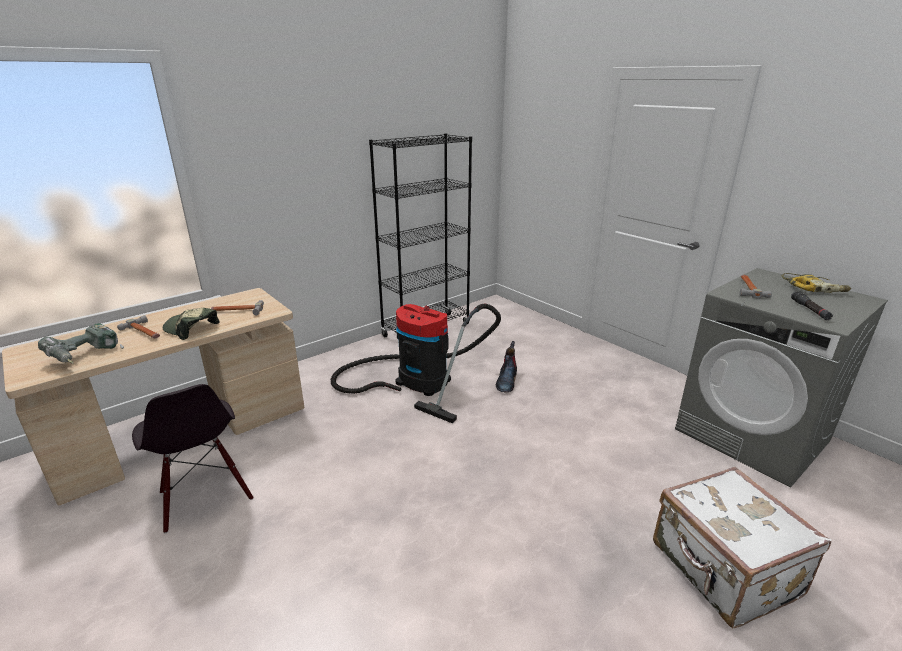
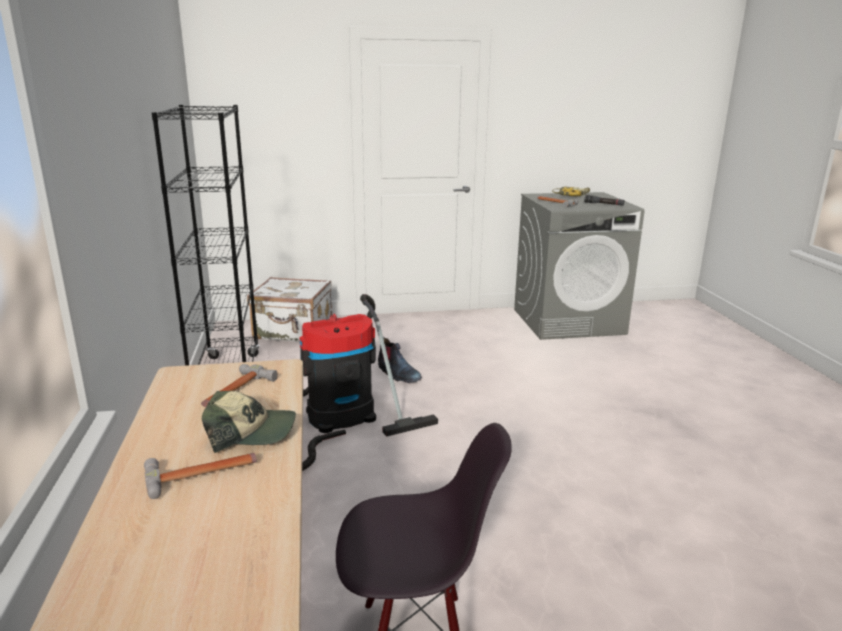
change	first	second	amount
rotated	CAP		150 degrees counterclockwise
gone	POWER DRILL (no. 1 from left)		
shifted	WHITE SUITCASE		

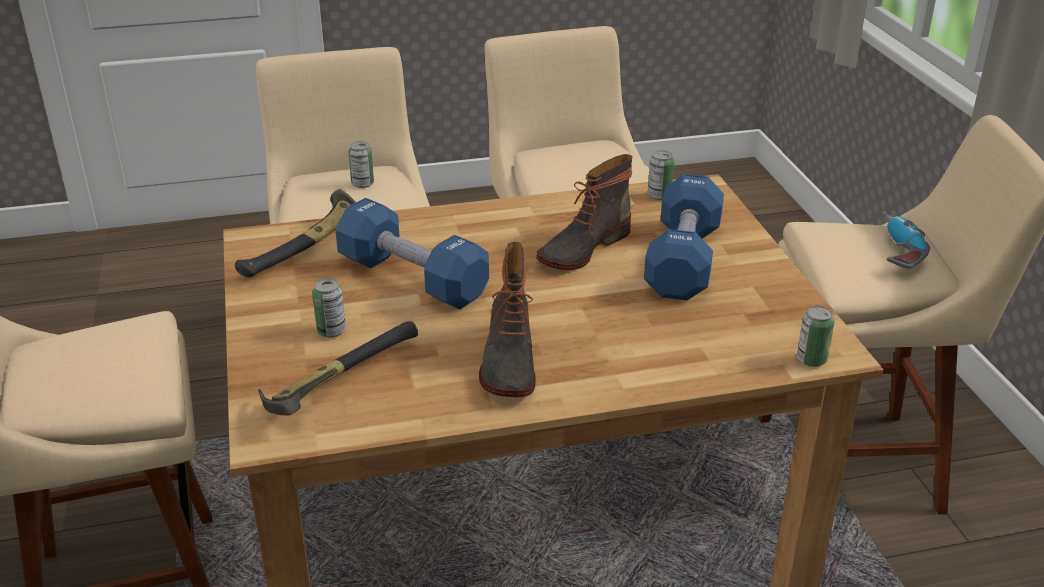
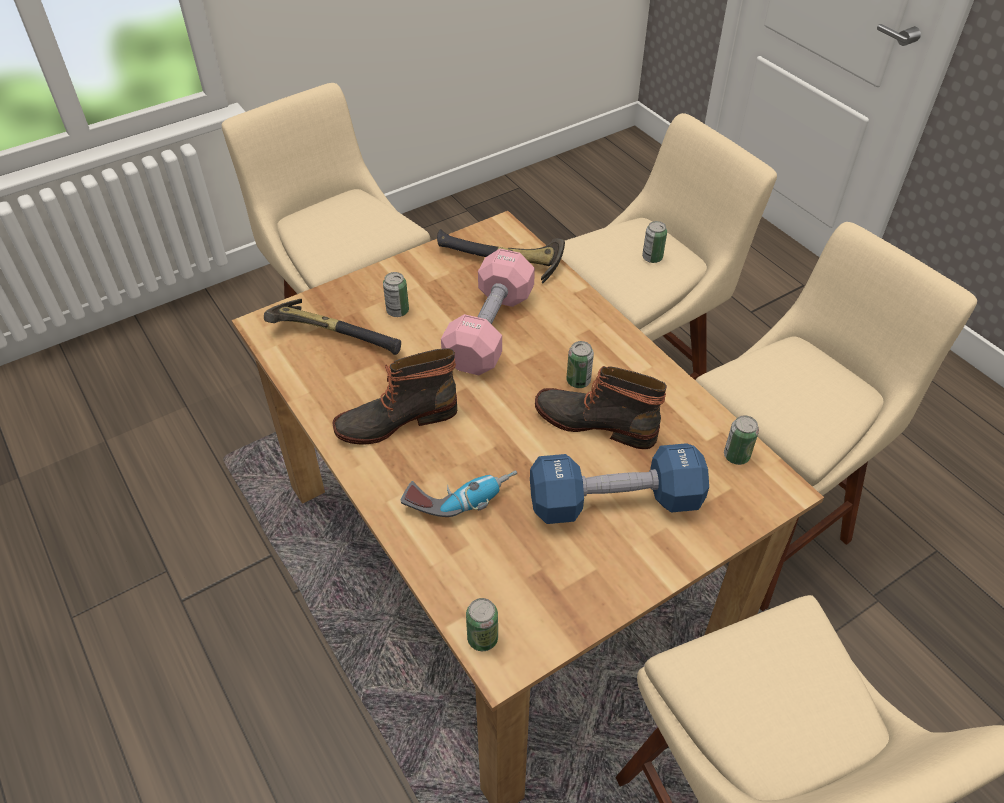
change	first	second	amount
repainted	BLUE DUMBBELL (no. 1 from left)	PINK DUMBBELL	
shifted	POWER DRILL		
new		CAN (no. 3 from left)	

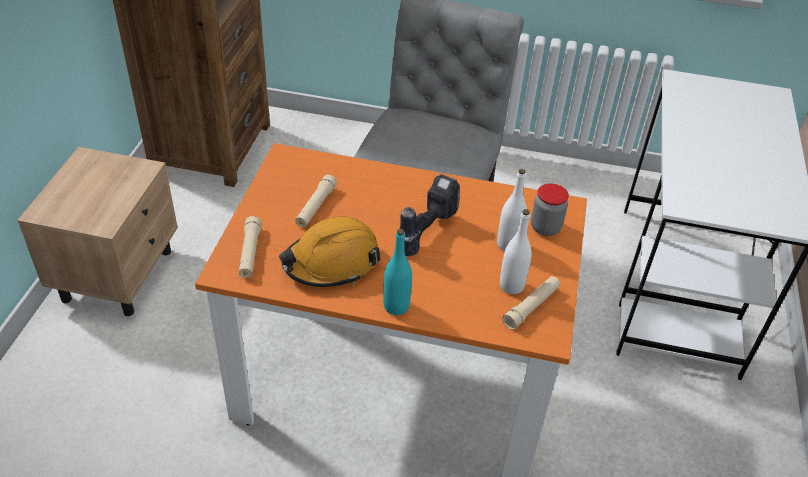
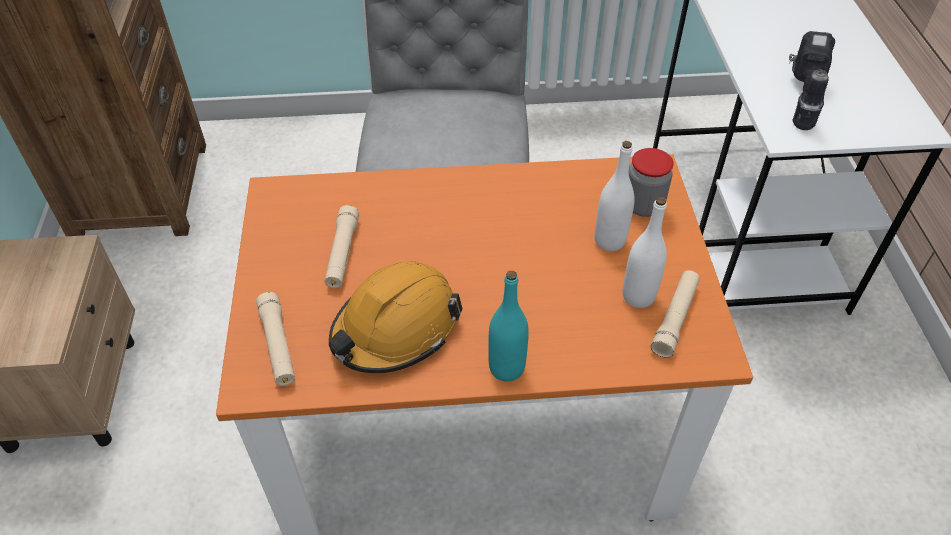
change	first	second	amount
shifted	POWER DRILL		

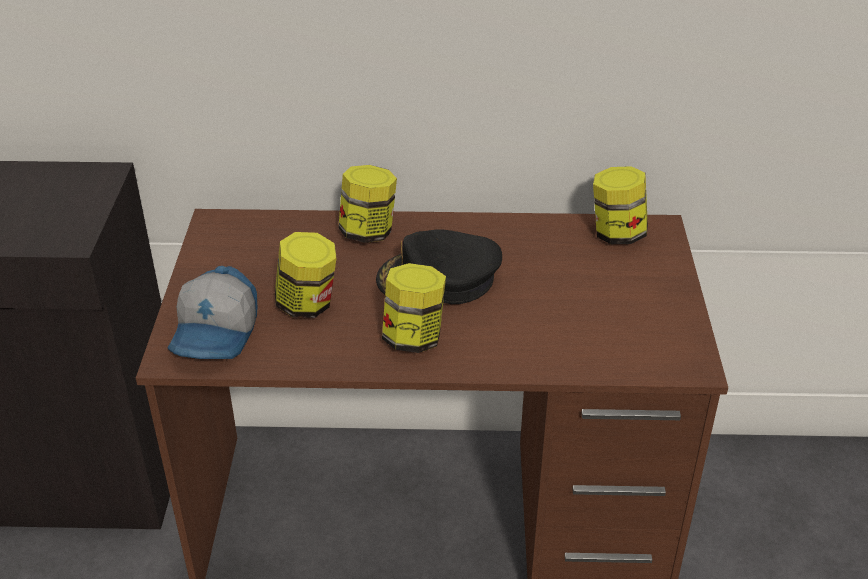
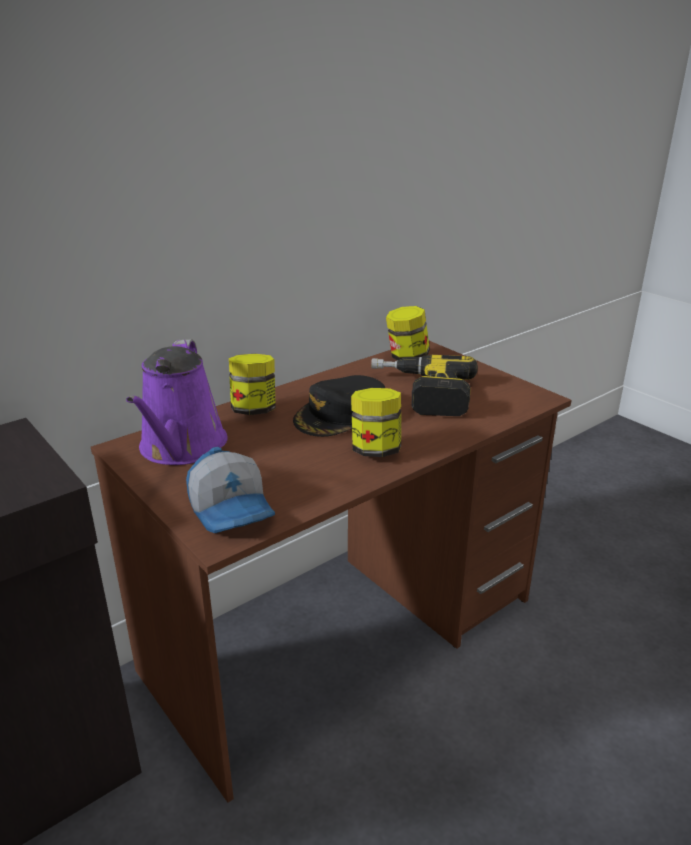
change	first	second	amount
gone	JAR (no. 1 from left)		
new		PURPLE WATERING CAN	
new		POWER DRILL	

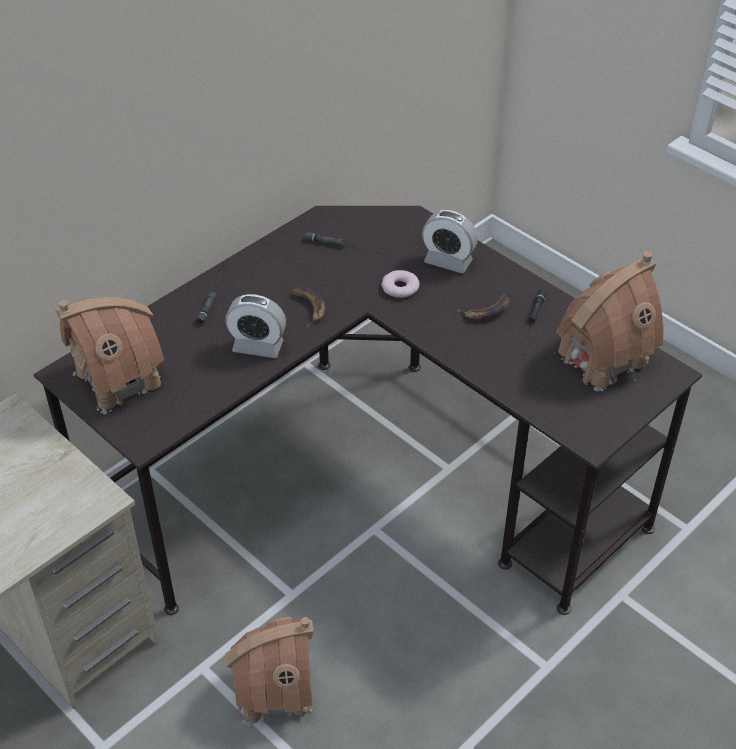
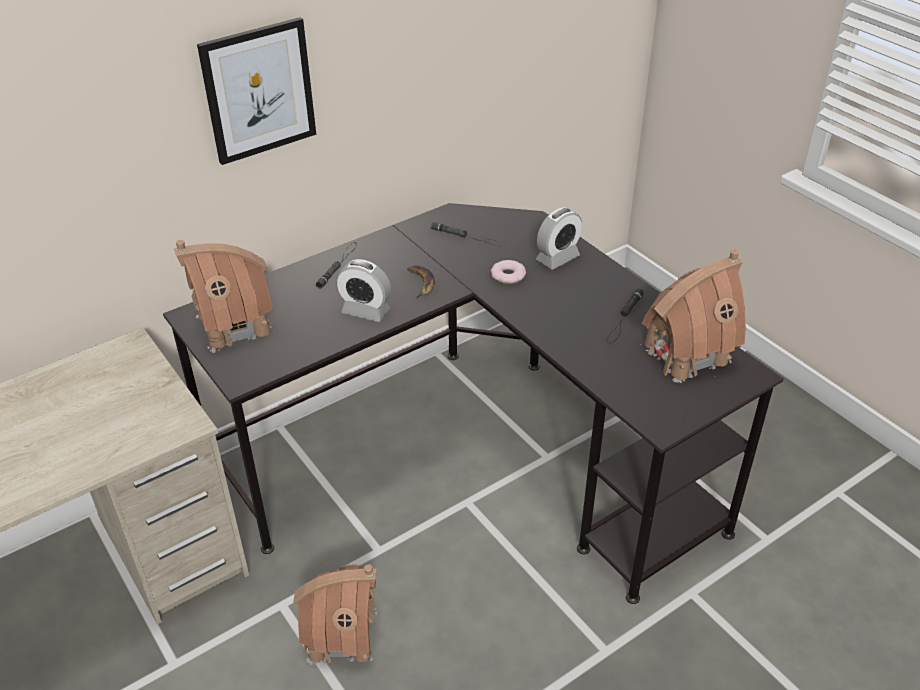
change	first	second	amount
rotated	ALARM CLOCK (no. 2 from left)		75 degrees counterclockwise
gone	BANANA (no. 2 from left)		
new		PICTURE	

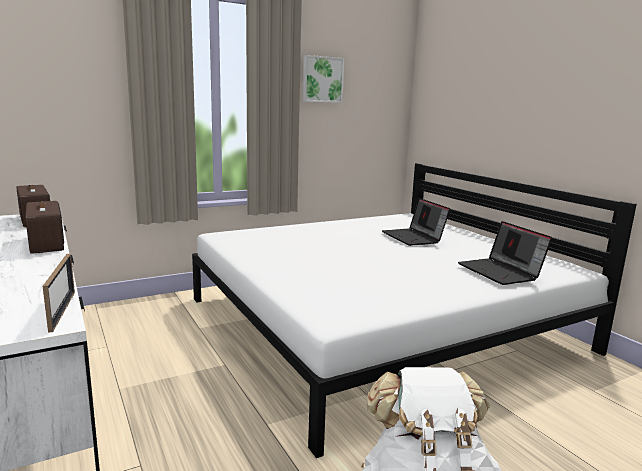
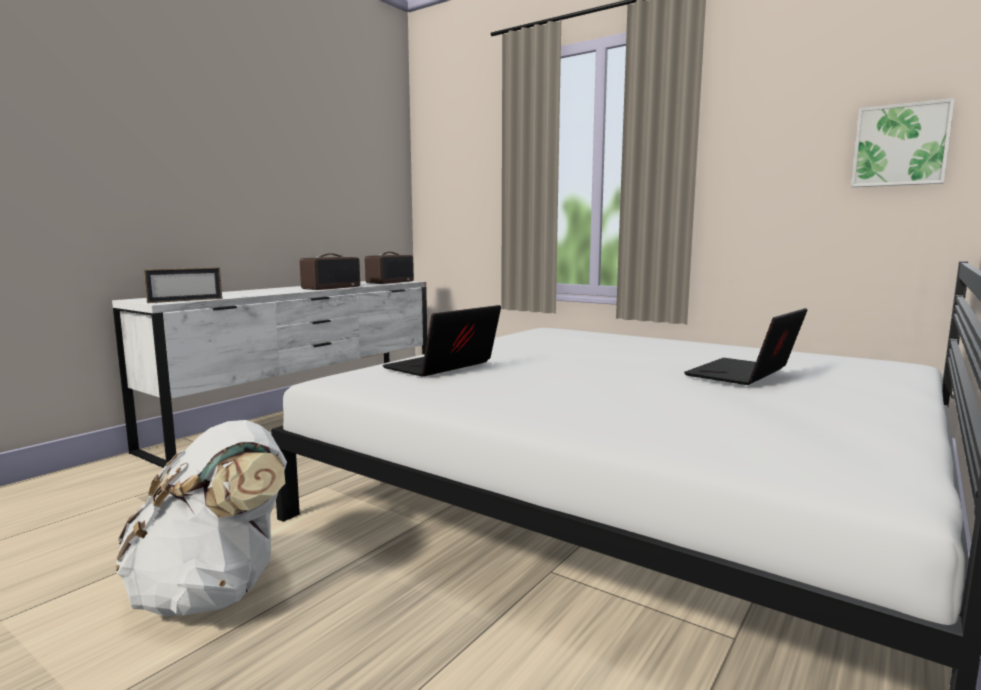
change	first	second	amount
shifted	PICTURE		
shifted	LAPTOP (no. 2 from left in the first image)	LAPTOP (no. 1 from left)	

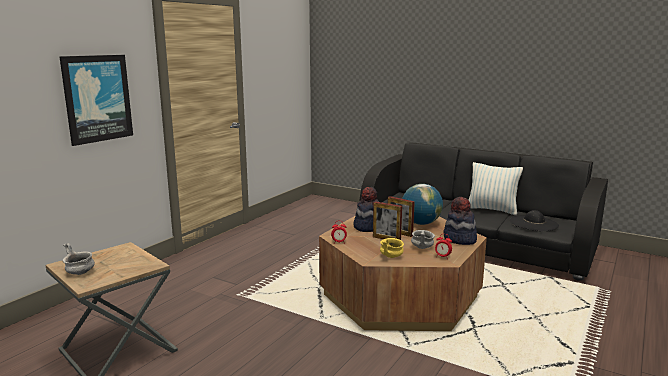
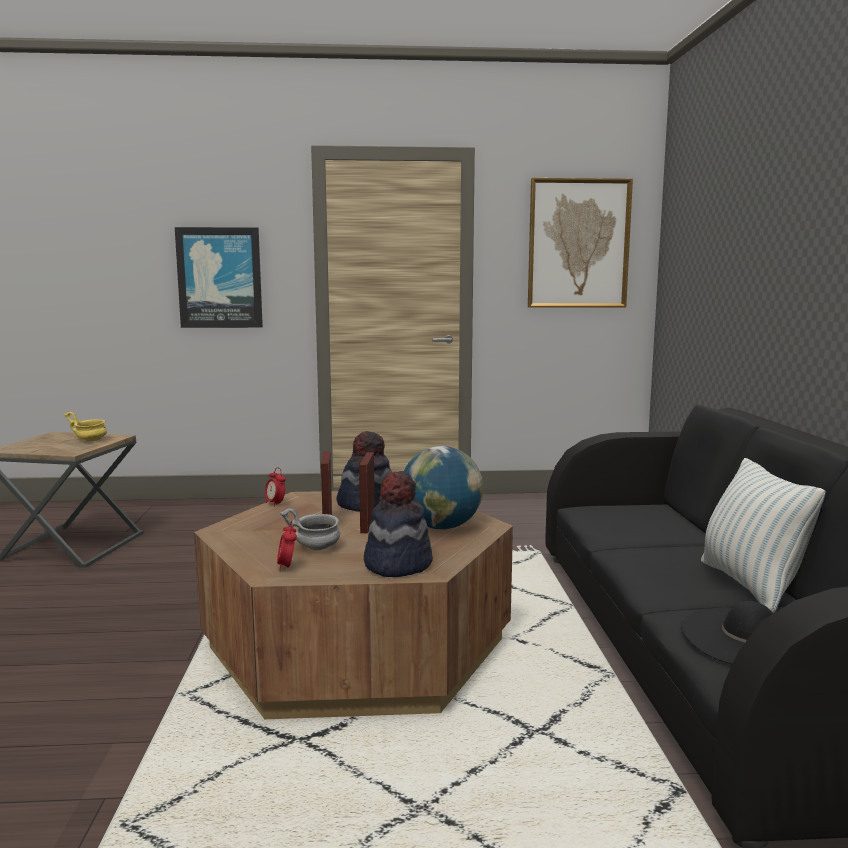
change	first	second	amount
shifted	YELLOW BOWL		
gone	GREY BOWL (no. 1 from left)		
new		PICTURE (no. 2 from left)	

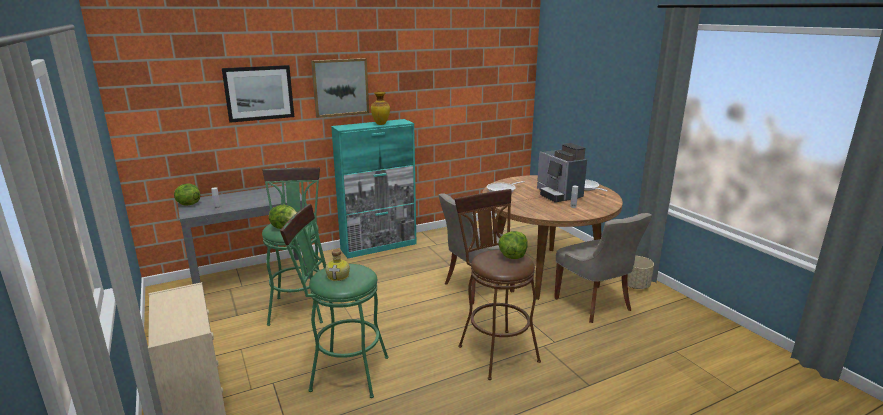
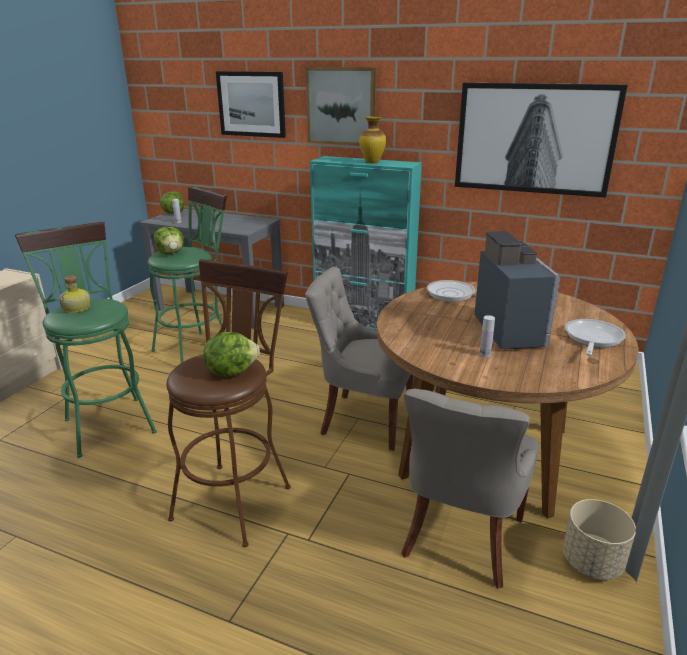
change	first	second	amount
rotated	COFFEE MACHINE		150 degrees clockwise
new		PICTURE (no. 3 from left)	

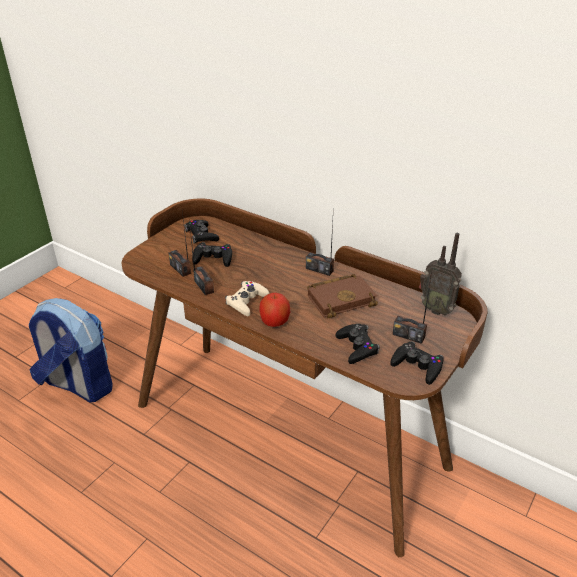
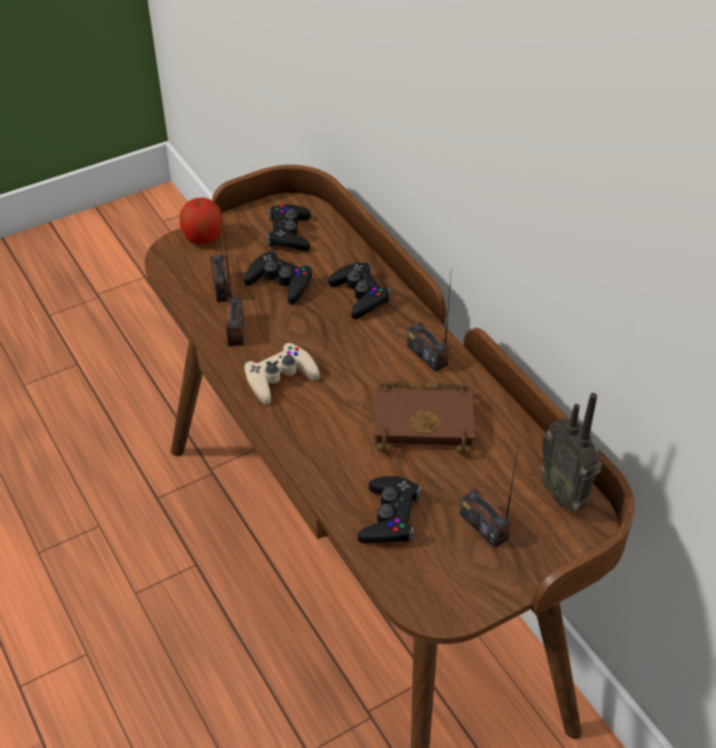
change	first	second	amount
shifted	APPLE		
gone	BACKPACK		
shifted	BLACK GAME CONTROLLER (no. 4 from left in the first image)	BLACK GAME CONTROLLER (no. 3 from left)	

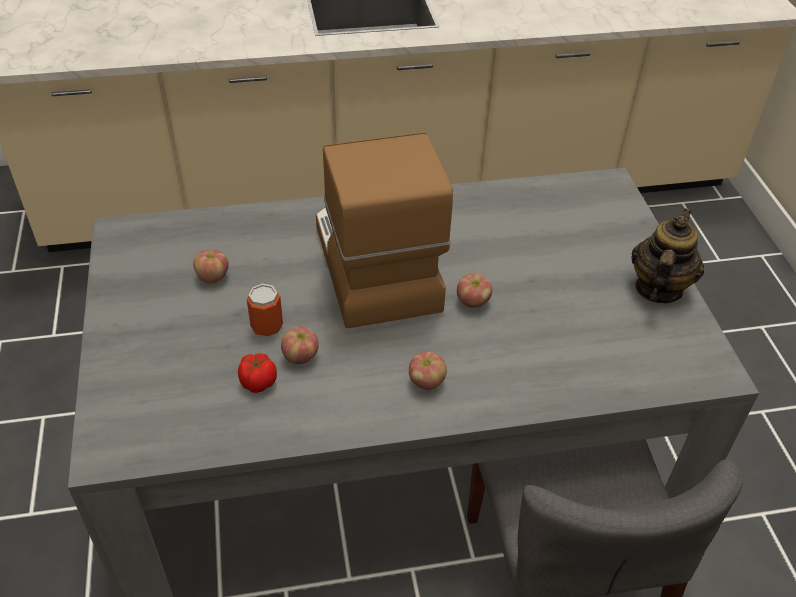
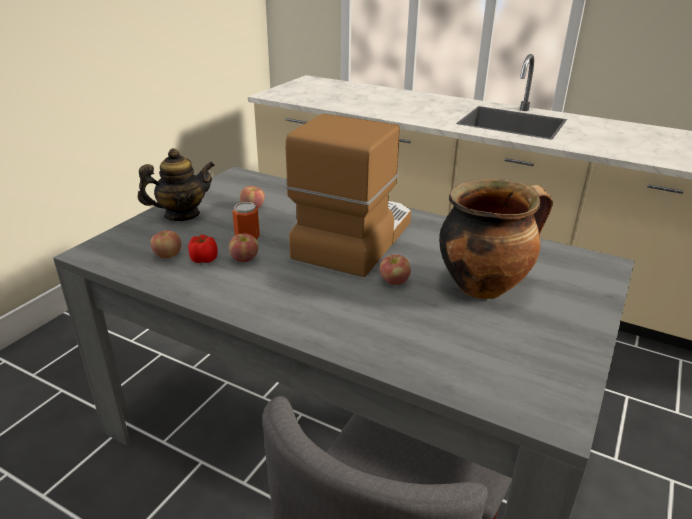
change	first	second	amount
shifted	TEAPOT		
shifted	APPLE (no. 3 from left in the first image)	APPLE (no. 1 from left)	
new		COOKING POT	

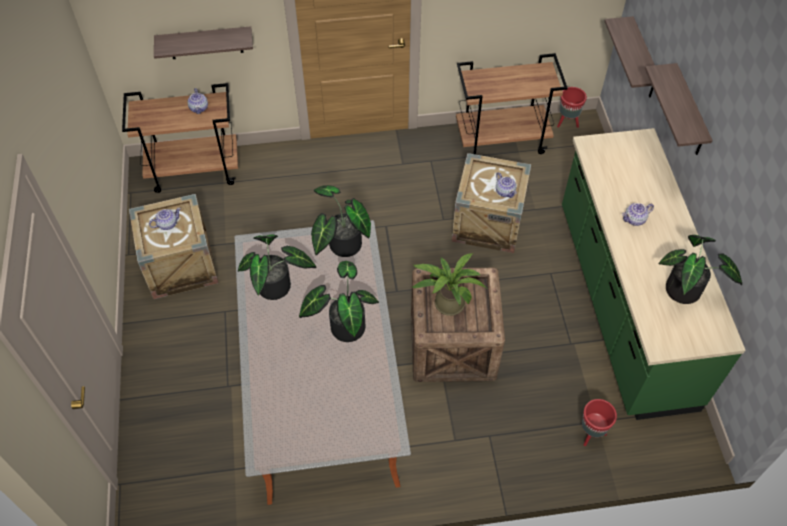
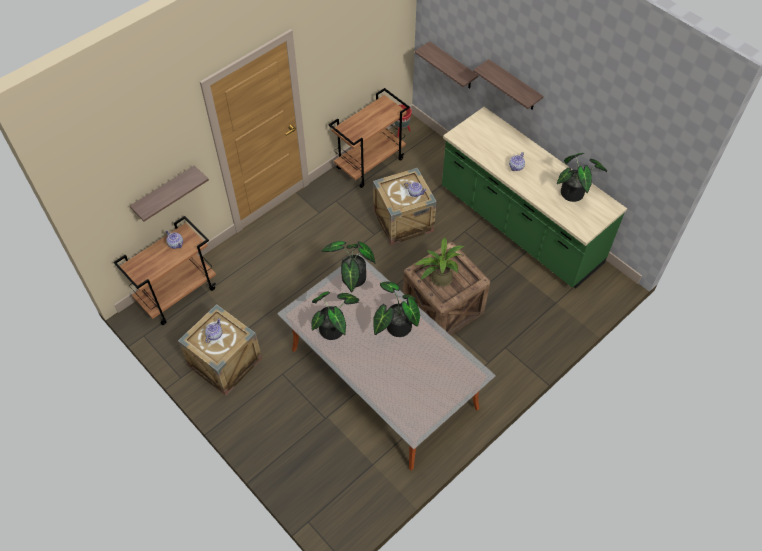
change	first	second	amount
gone	RED PLANTER (no. 2 from left)		

